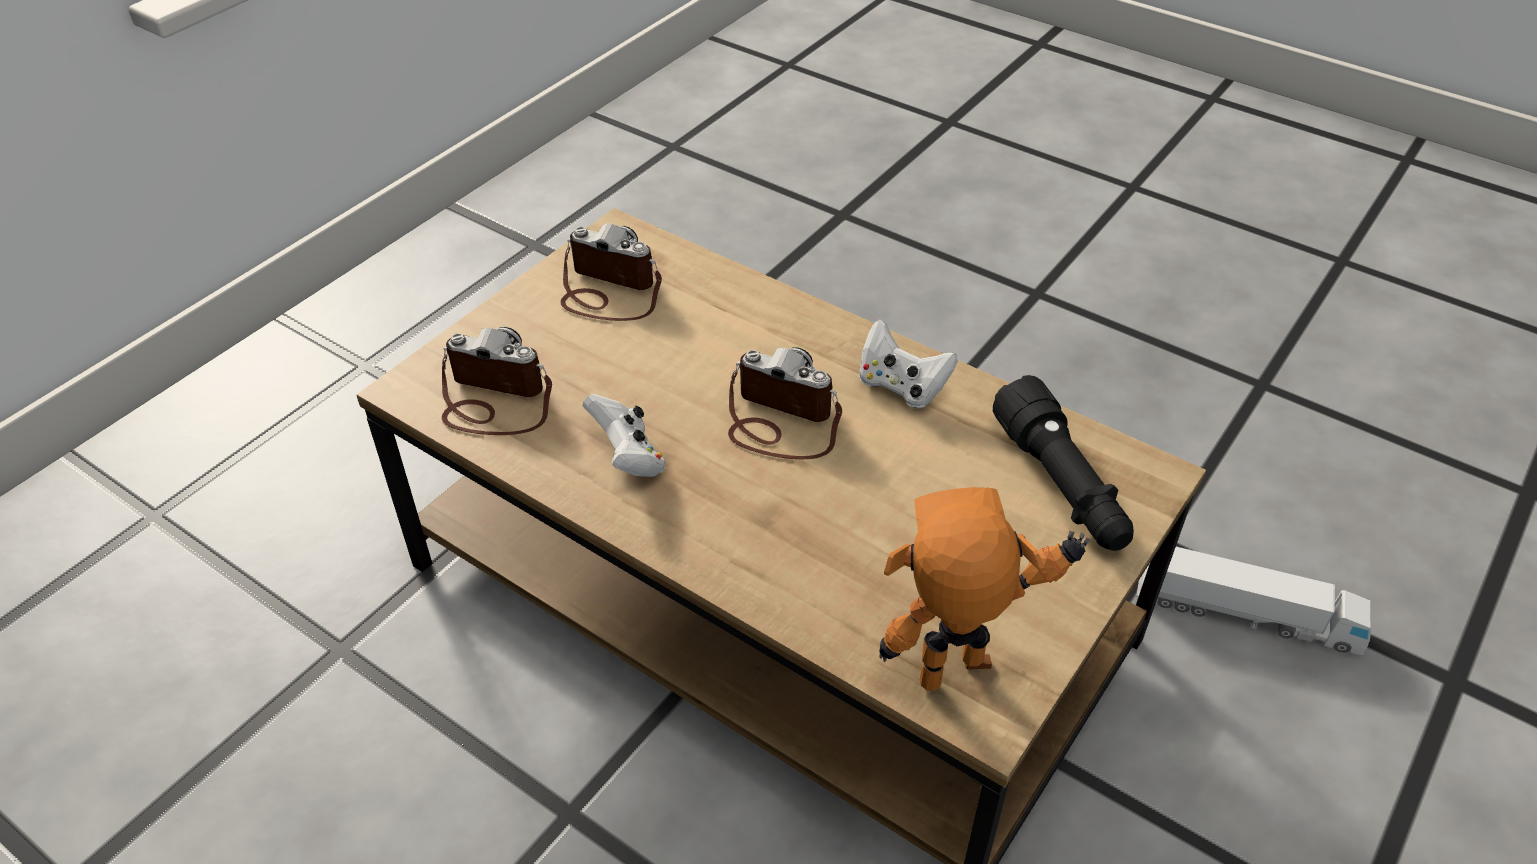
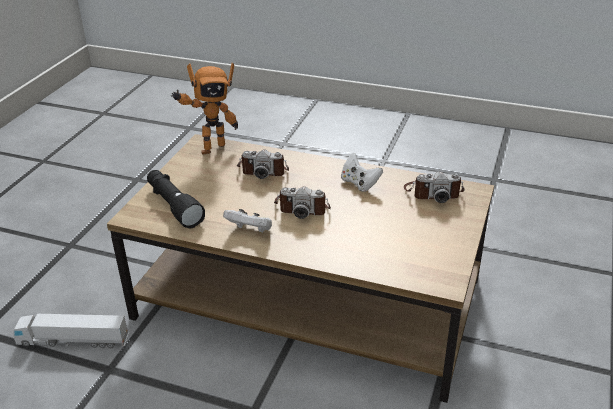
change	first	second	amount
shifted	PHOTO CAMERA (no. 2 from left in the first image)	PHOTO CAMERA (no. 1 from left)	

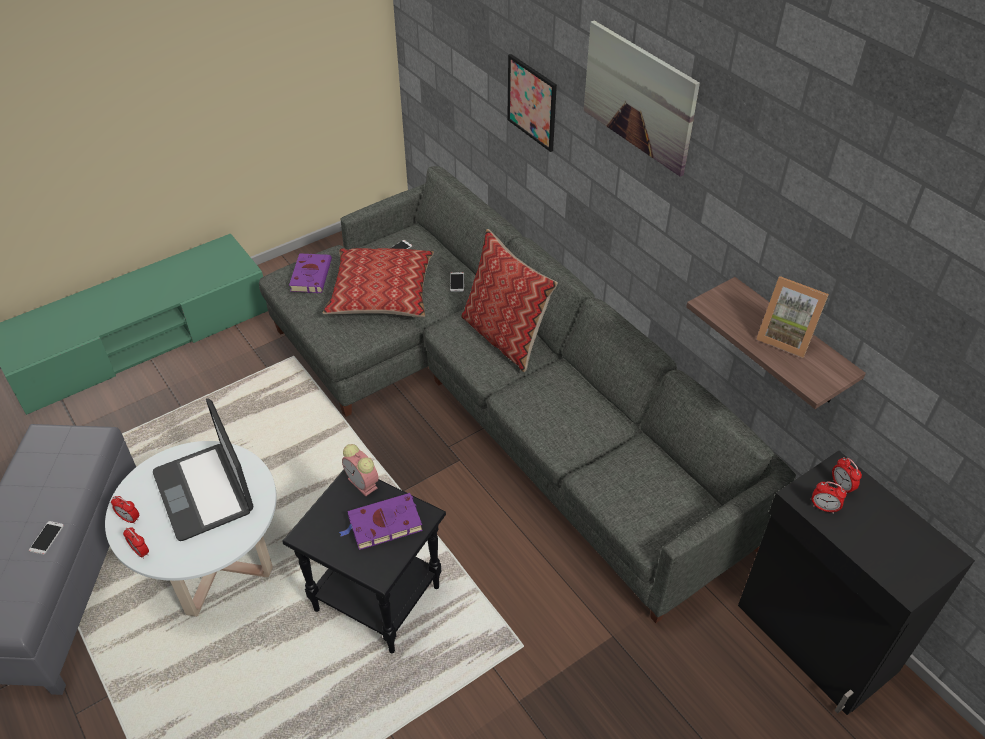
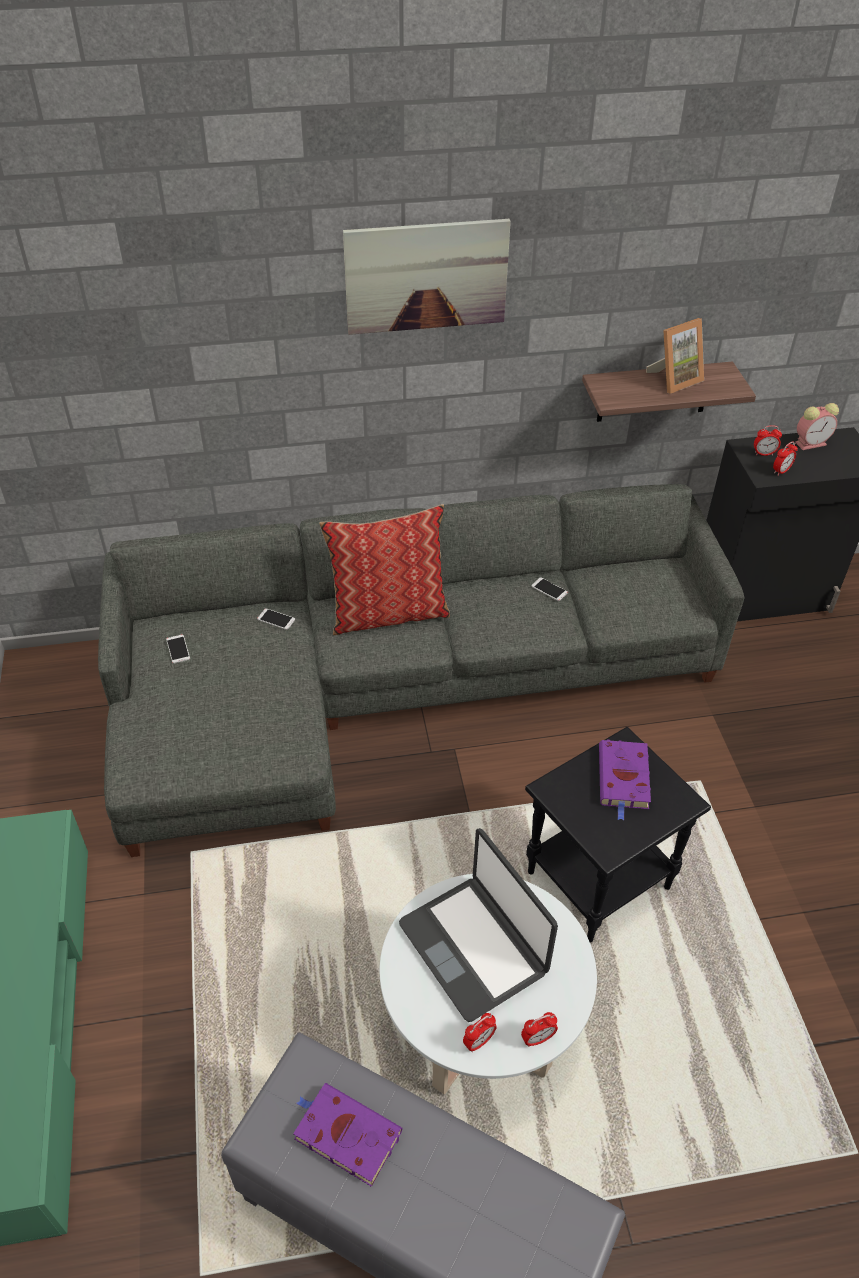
change	first	second	amount
gone	PICTURE (no. 1 from left)		
gone	PILLOW (no. 1 from left)		
shifted	PURPLE BOOK (no. 1 from left)		
rotated	LAPTOP		60 degrees clockwise
shifted	ALARM CLOCK (no. 3 from left in the first image)	ALARM CLOCK (no. 5 from left)	
shifted	PHONE (no. 1 from left in the first image)	PHONE (no. 3 from left)	

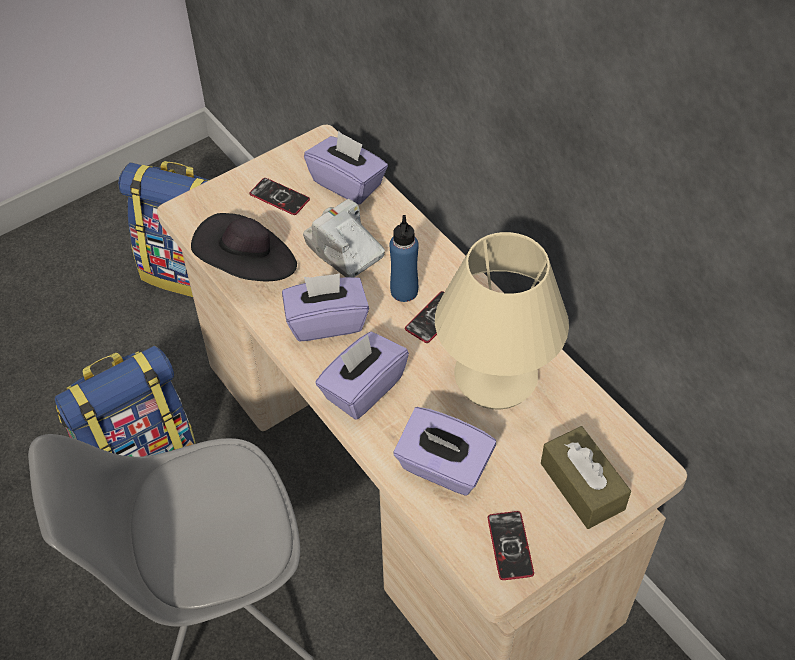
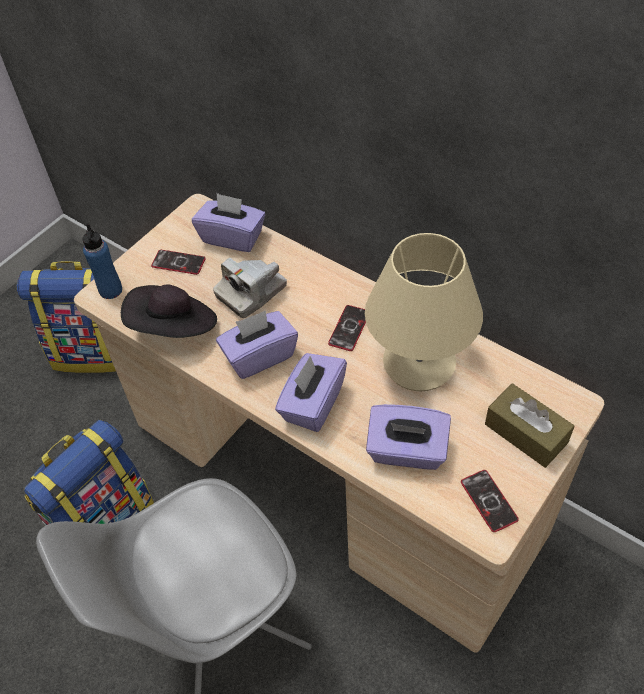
change	first	second	amount
rotated	PHOTO CAMERA		75 degrees counterclockwise
shifted	BLUE BOTTLE		

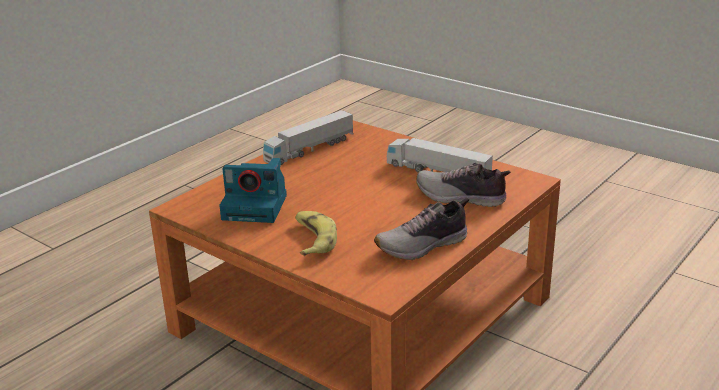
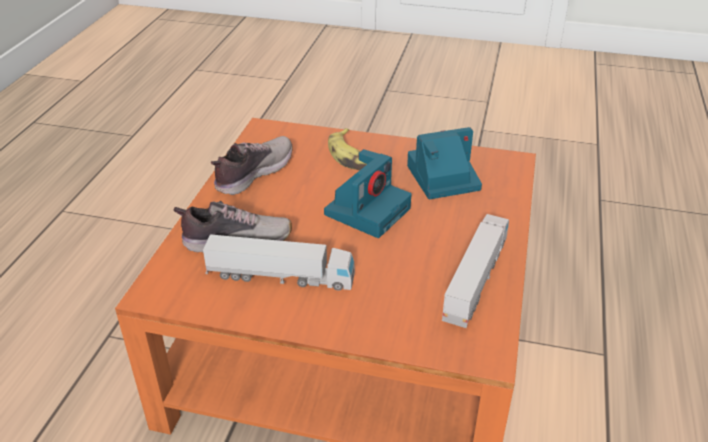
change	first	second	amount
new		PHOTO CAMERA (no. 1 from left)	

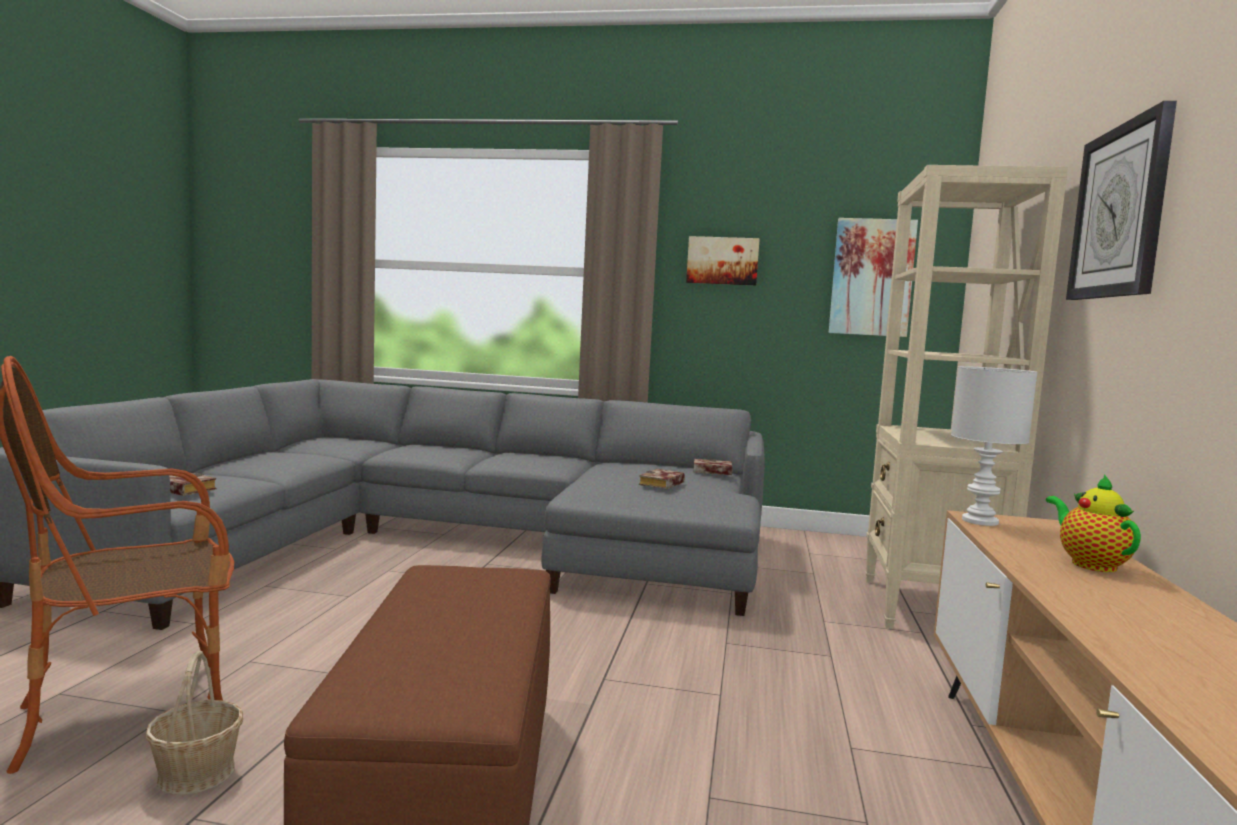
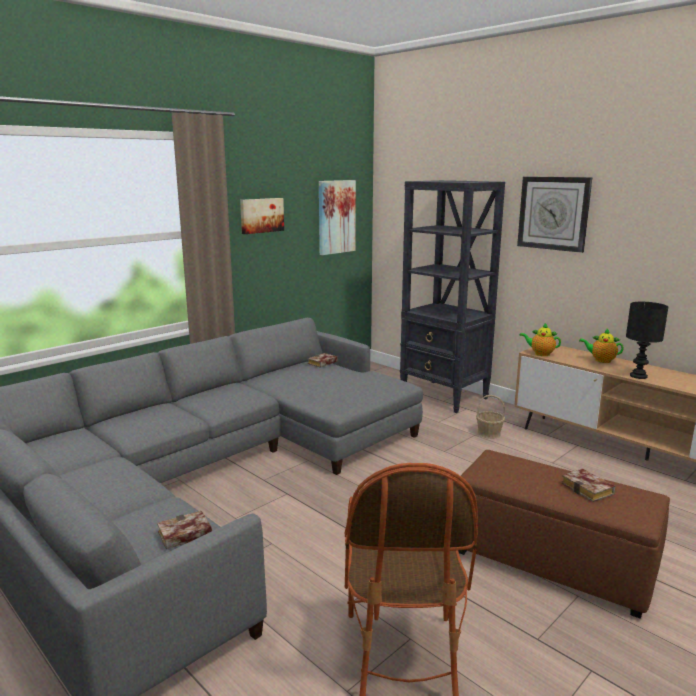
change	first	second	amount
repainted	BEIGE BOOKCASE	BLACK BOOKCASE	
swapped	WHITE TABLE LAMP	TEAPOT (no. 1 from left)	
shifted	BOOK (no. 2 from left in the first image)	BOOK (no. 3 from left)	
shifted	BASKET		
new		BLACK TABLE LAMP	

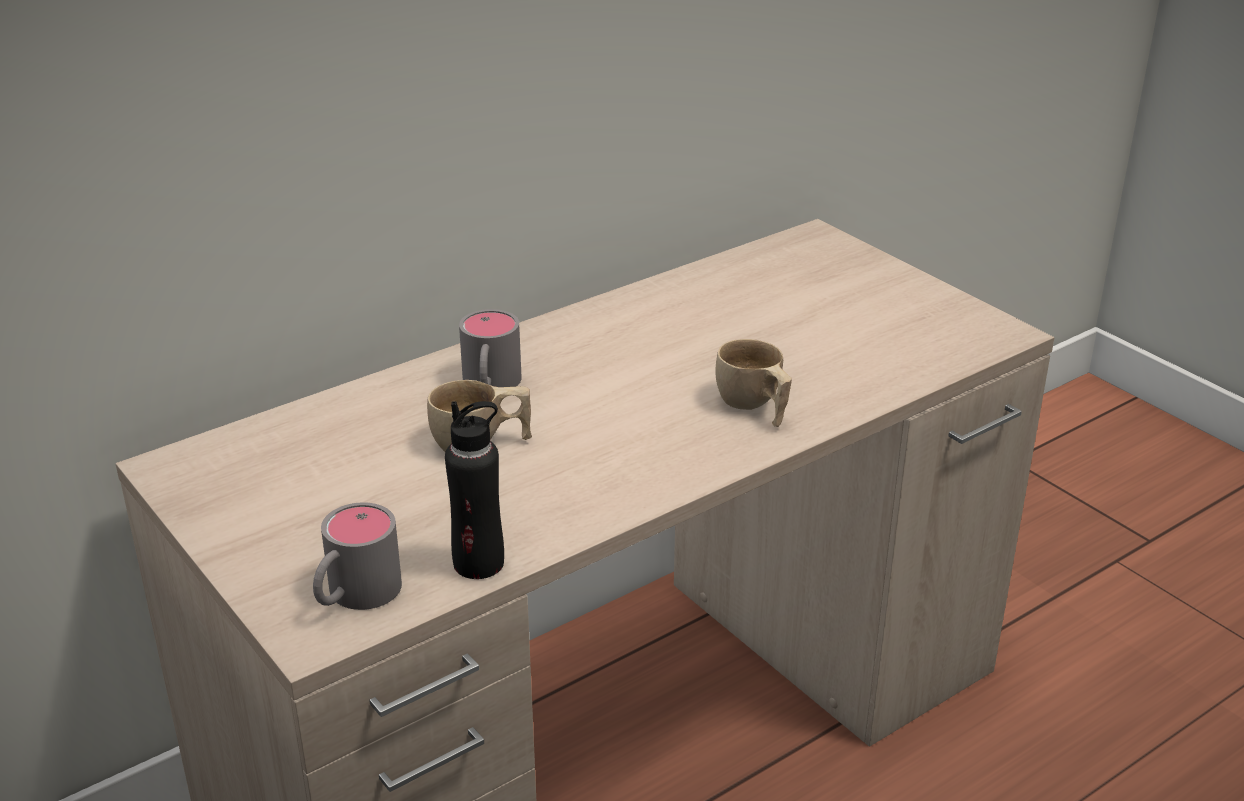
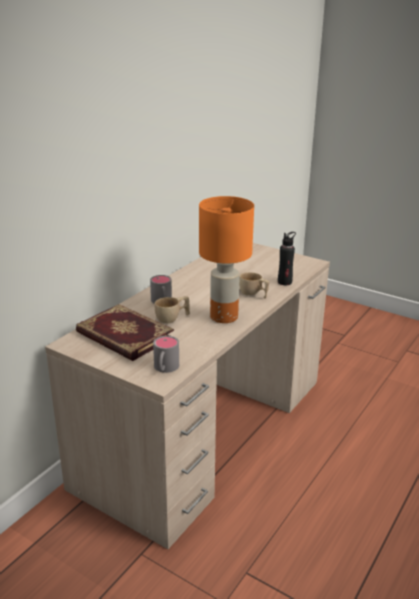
change	first	second	amount
shifted	BLACK BOTTLE		
new		ORANGE TABLE LAMP	
new		BOOK	

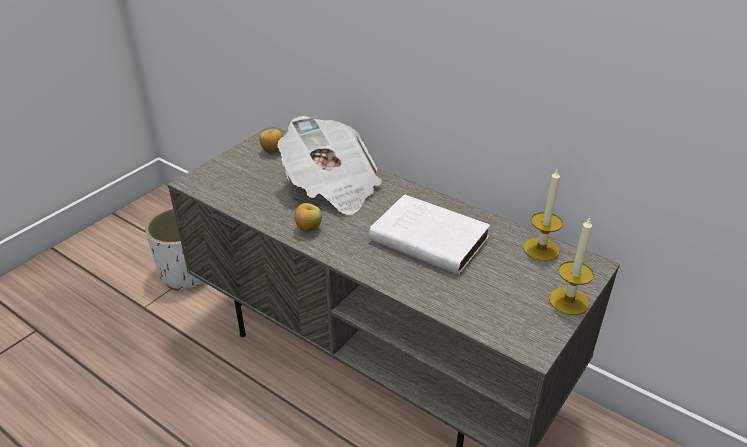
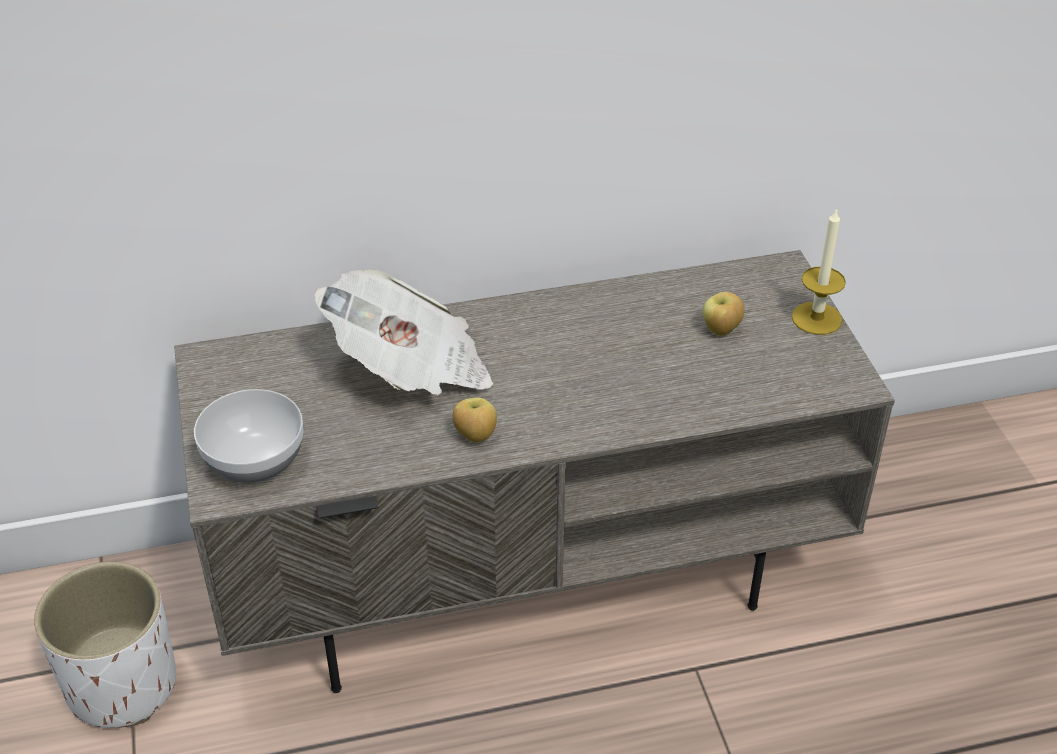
change	first	second	amount
shifted	APPLE (no. 1 from left in the first image)	APPLE (no. 2 from left)	
gone	CANDLE (no. 1 from left)		
gone	WHITE BOOK		
new		BOWL	

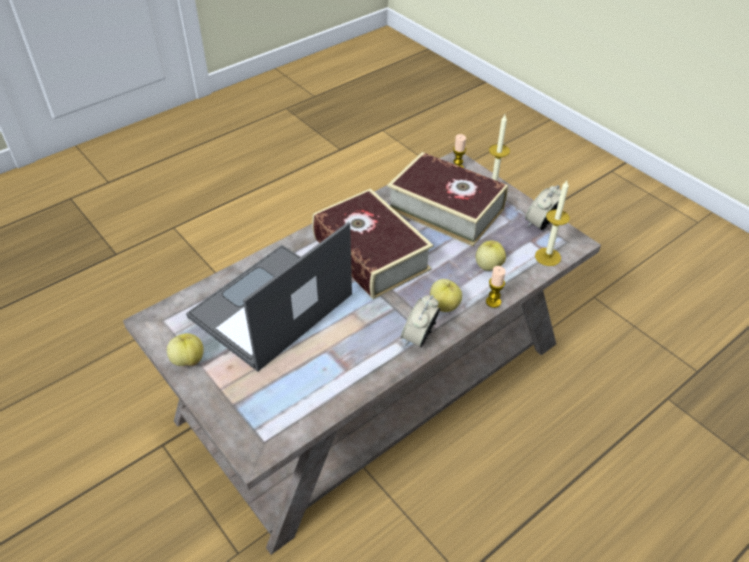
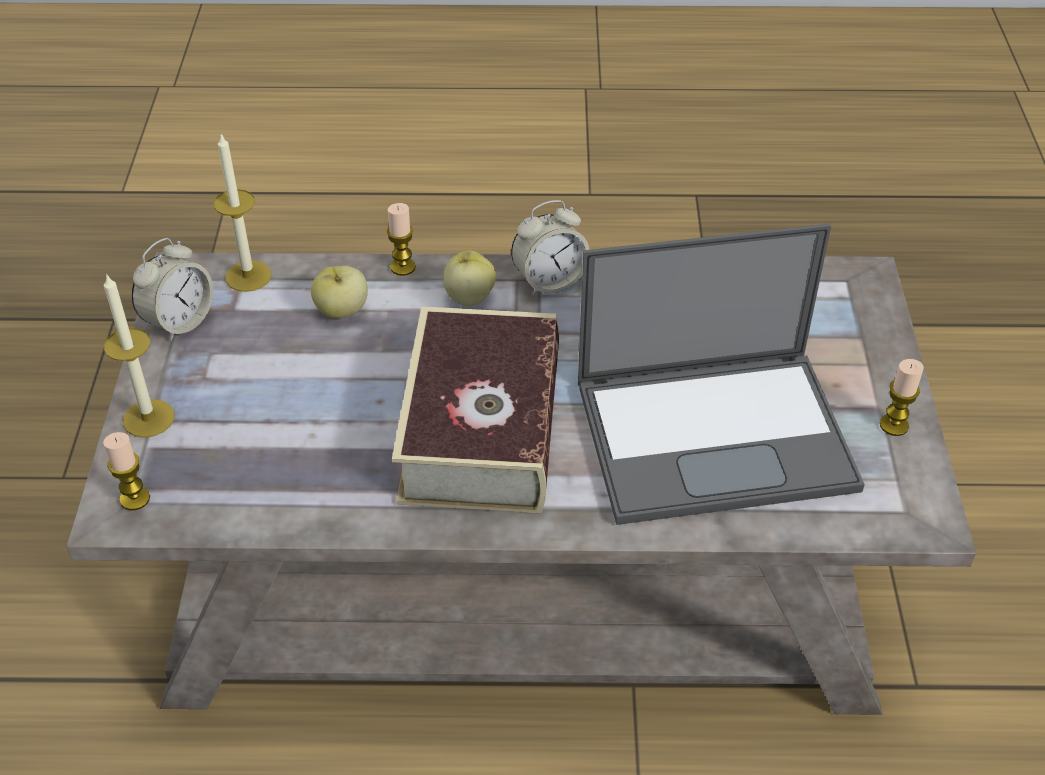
change	first	second	amount
gone	BOOK (no. 2 from left)		
rotated	ALARM CLOCK (no. 2 from left in the first image)	ALARM CLOCK (no. 1 from left)	45 degrees counterclockwise
swapped	APPLE (no. 1 from left)	CANDLE (no. 5 from left)	

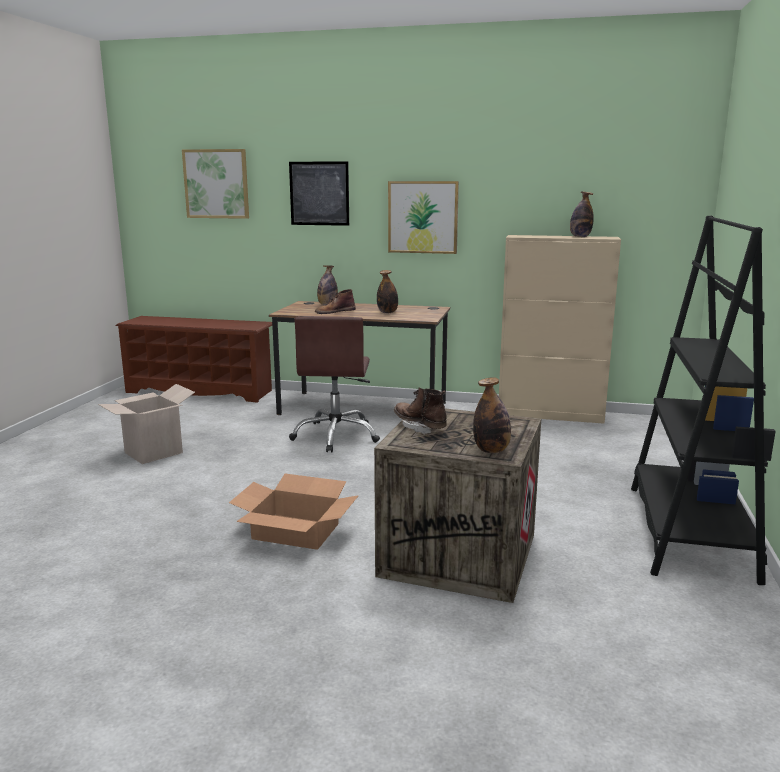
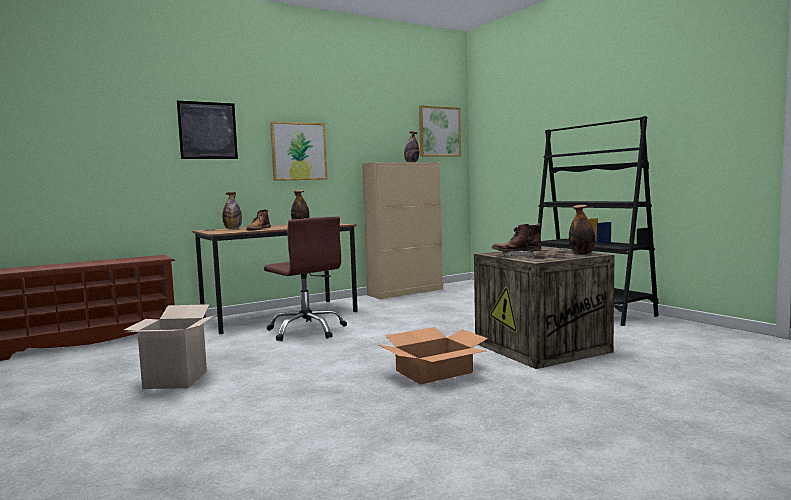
change	first	second	amount
shifted	PICTURE (no. 1 from left in the first image)	PICTURE (no. 3 from left)	

